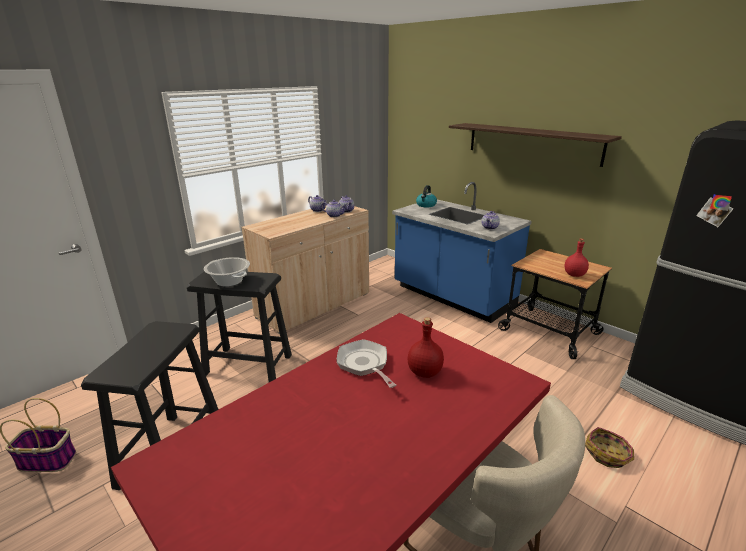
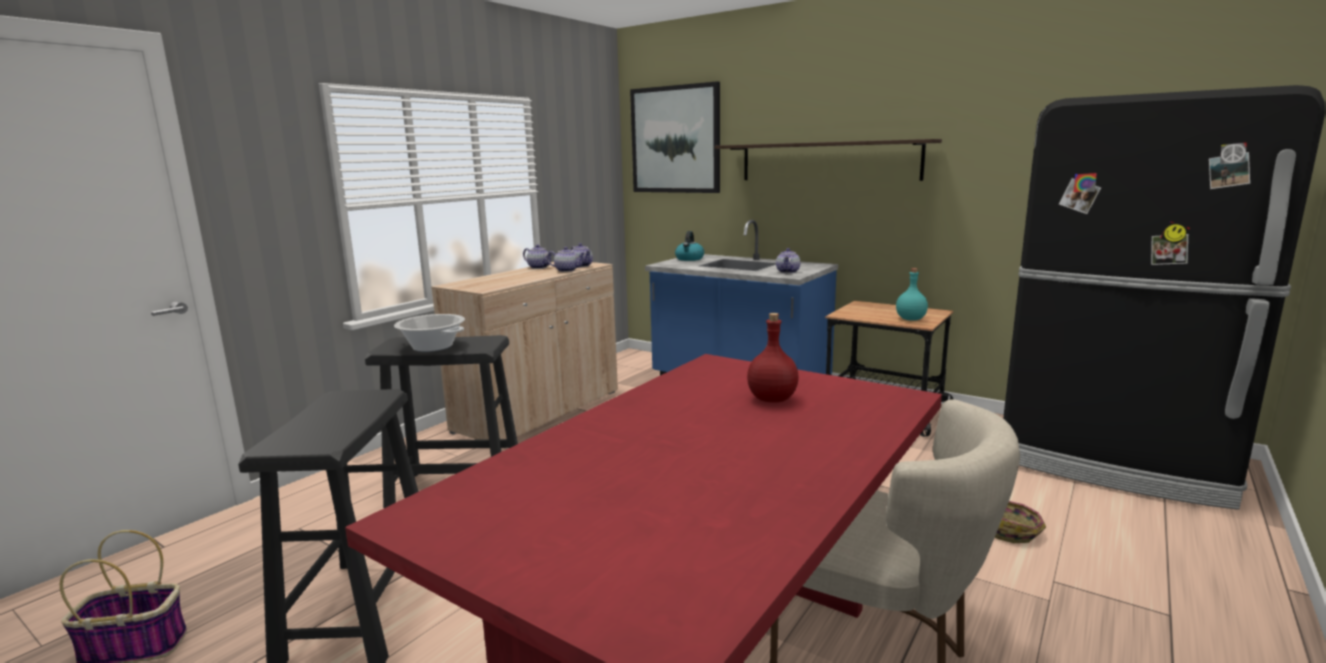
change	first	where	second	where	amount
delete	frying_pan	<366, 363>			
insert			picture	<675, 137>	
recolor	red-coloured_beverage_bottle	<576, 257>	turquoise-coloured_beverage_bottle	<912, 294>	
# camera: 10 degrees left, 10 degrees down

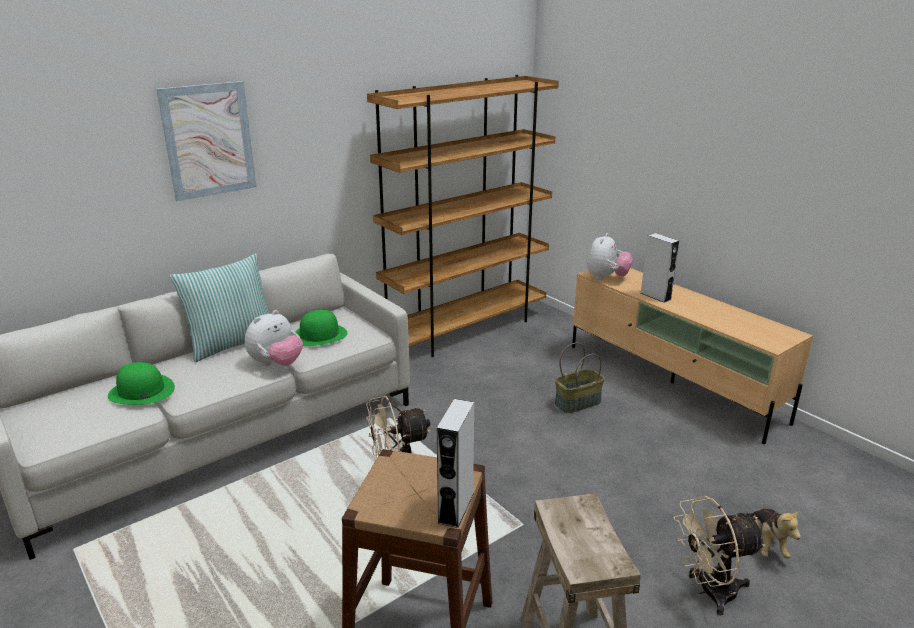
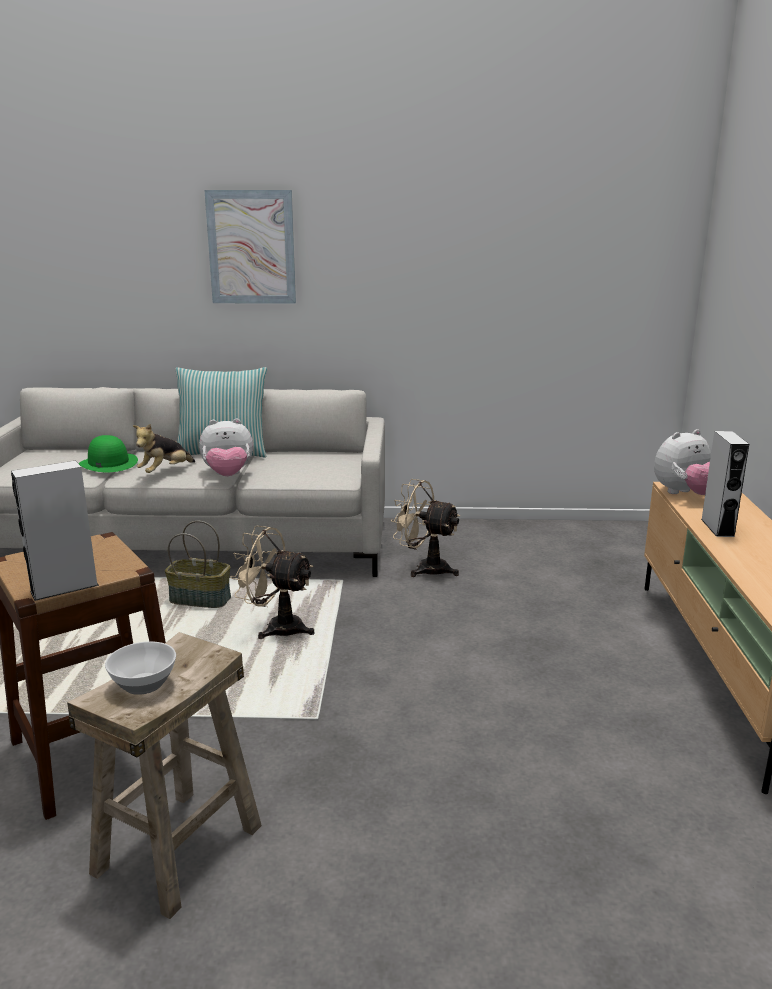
change	first	where	second	where	amount
delete	green-coloured_wearable_hat	<321, 328>			
delete	brown-coloured_bookshelf	<463, 216>			
insert			serving_bowl	<140, 668>	
move	basket	<580, 377>		<198, 564>	
move	sand-coloured_cooling_fan	<719, 556>		<425, 528>	
move	plush_toy	<773, 533>		<164, 448>	
# camera: 40 degrees right, 5 degrees down

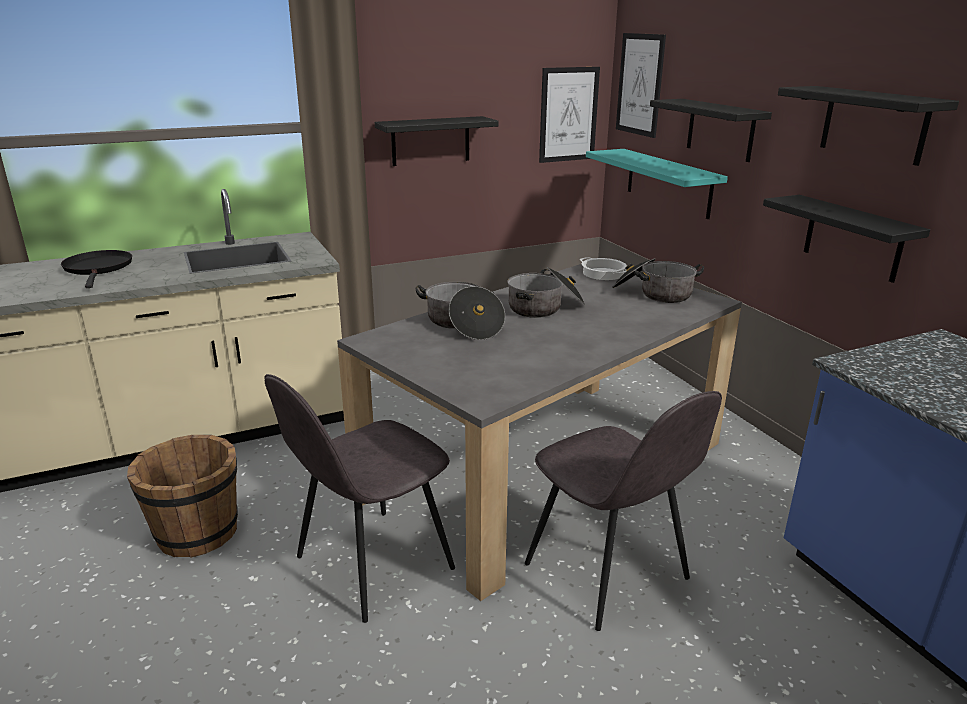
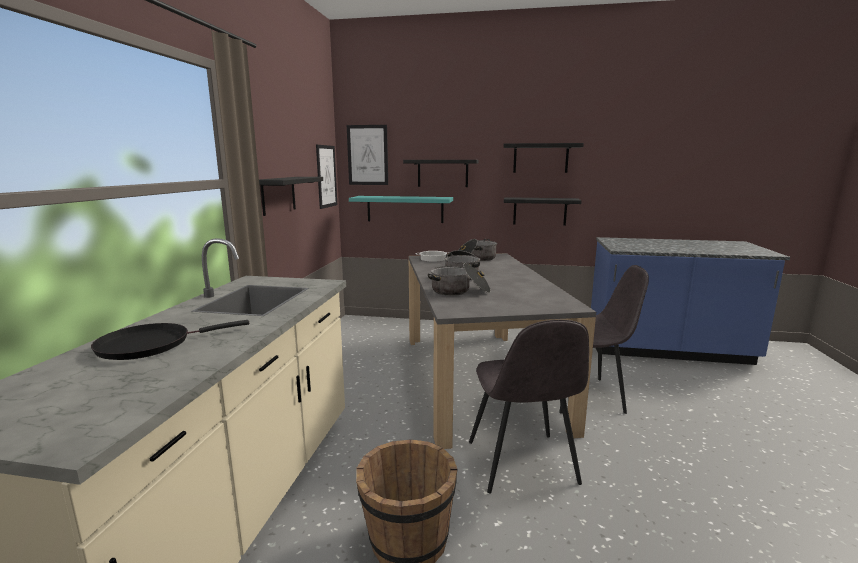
change	first	where	second	where	amount
rotate	blackish_frying_pan	<96, 269>		<170, 340>	45 degrees counterclockwise
# camera: 55 degrees left, 10 degrees down

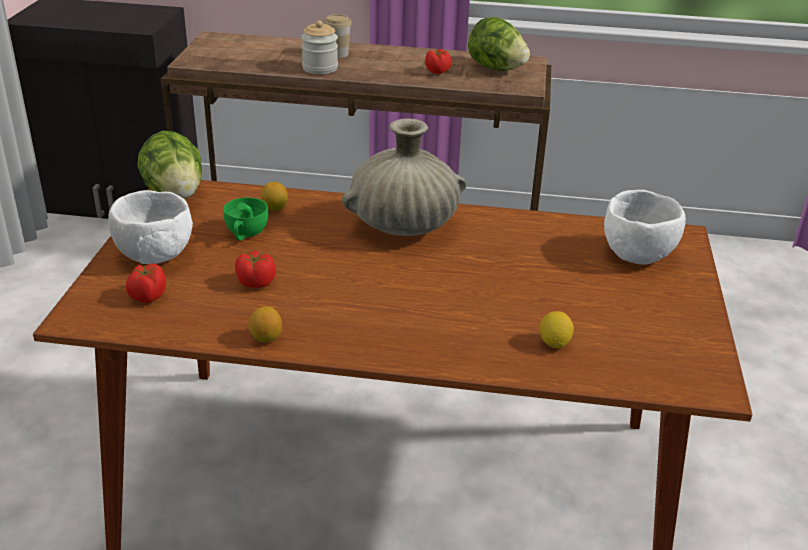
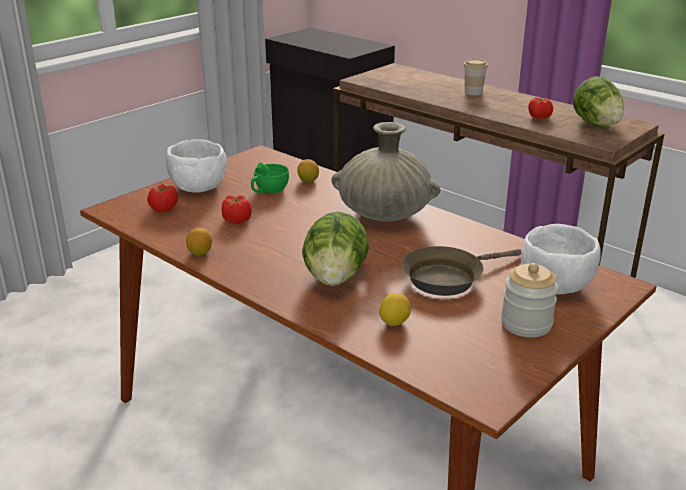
change	first	where	second	where	amount
insert			brown-coloured_frying_pan	<462, 271>	
move	lettuce	<169, 165>		<335, 249>	
move	preserve_jar	<319, 47>		<529, 300>	
# camera: 35 degrees right, 5 degrees down

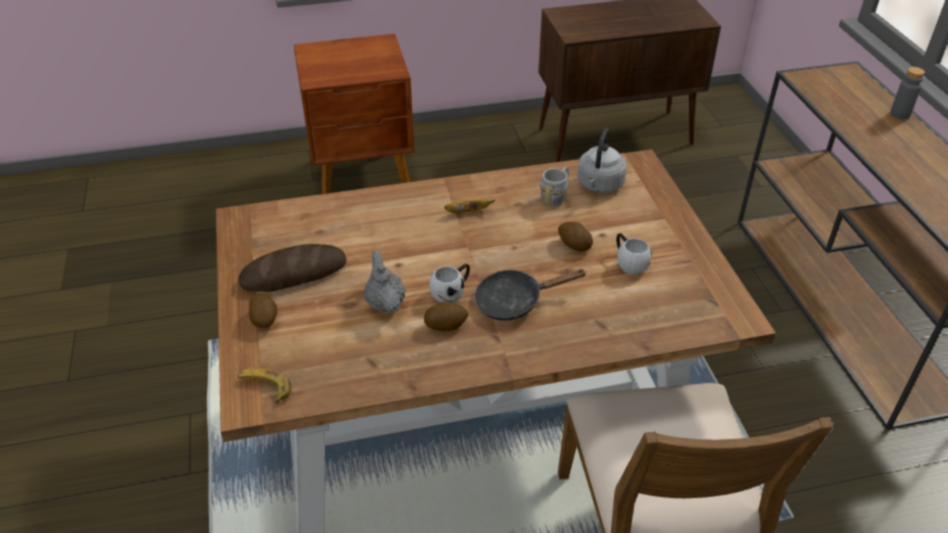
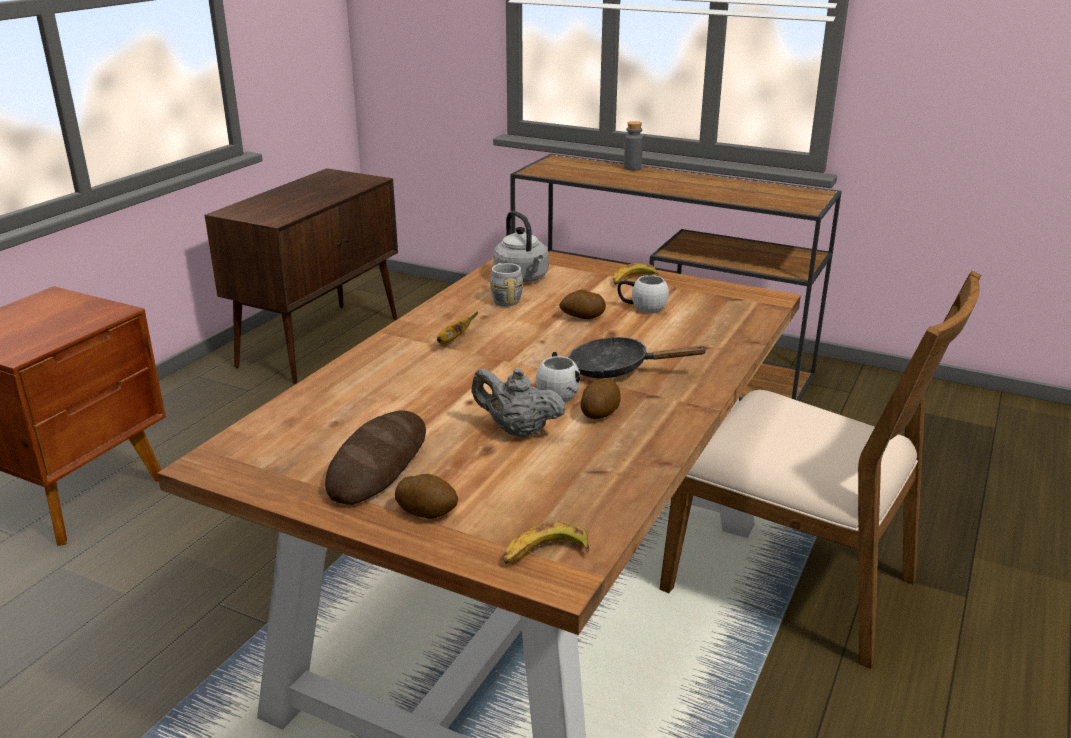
change	first	where	second	where	amount
insert			banana	<636, 274>	
rotate	blackish_frying_pan	<530, 295>		<638, 357>	75 degrees clockwise
# camera: 50 degrees left, 15 degrees down

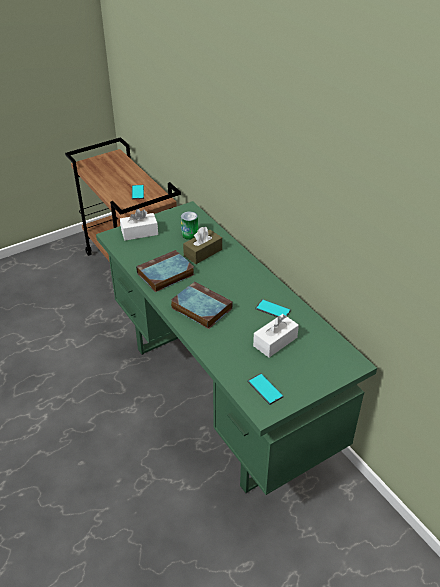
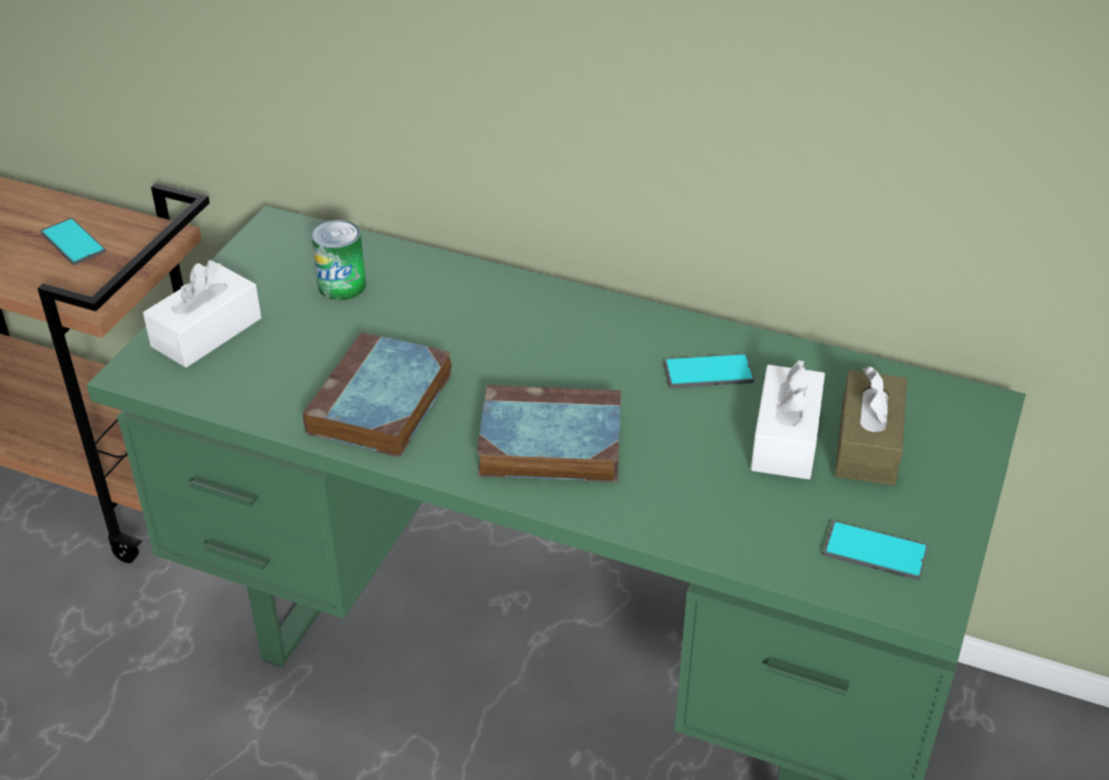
change	first	where	second	where	amount
move	brown-coloured_box_of_tissues	<202, 245>		<871, 426>	
# camera: 35 degrees left, 0 degrees up

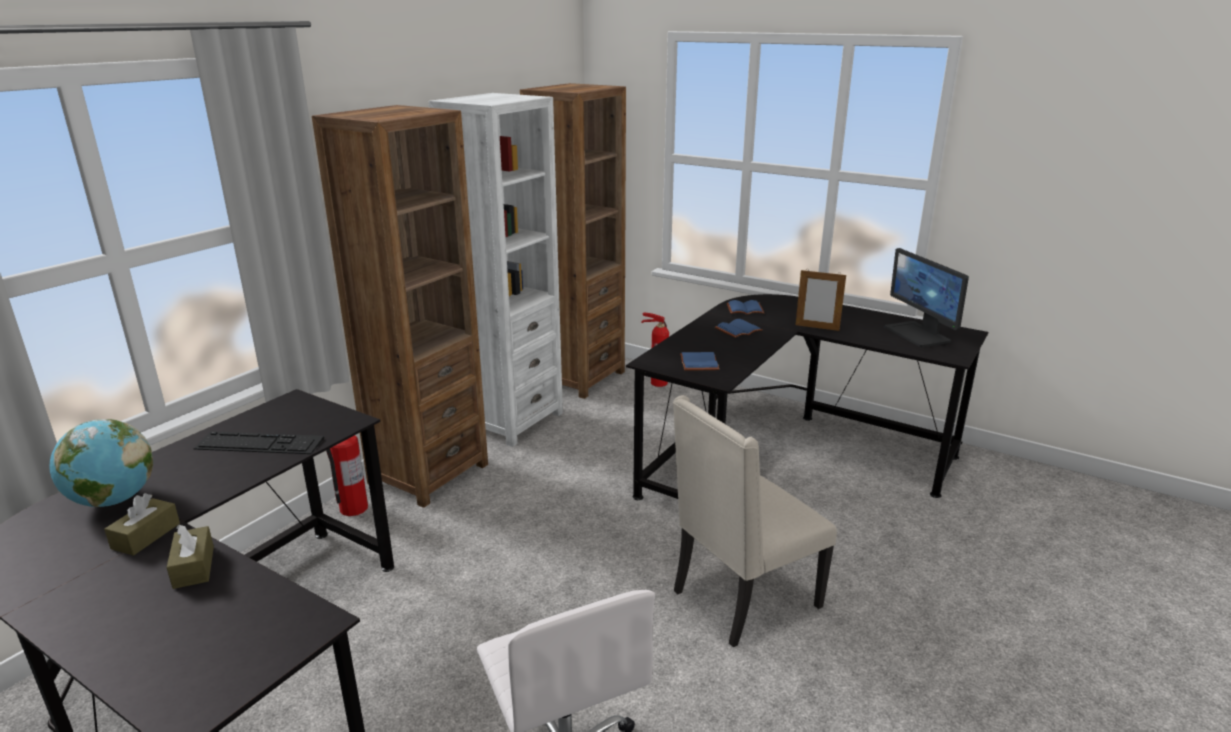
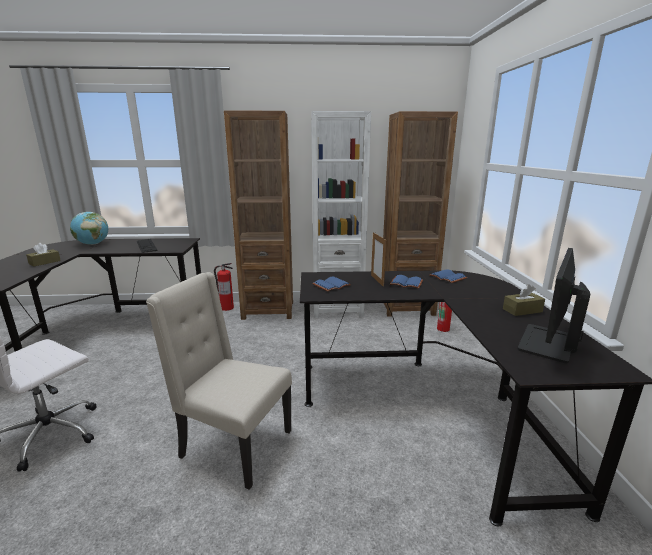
change	first	where	second	where	amount
move	brown-coloured_box_of_tissues	<142, 524>		<524, 300>	
move	photo_frame	<821, 300>		<378, 259>	
# camera: 55 degrees right, 5 degrees down

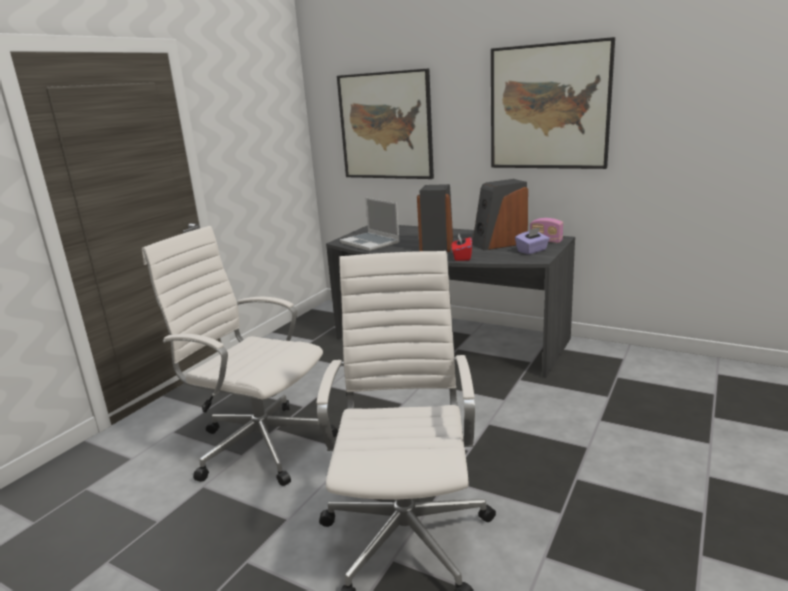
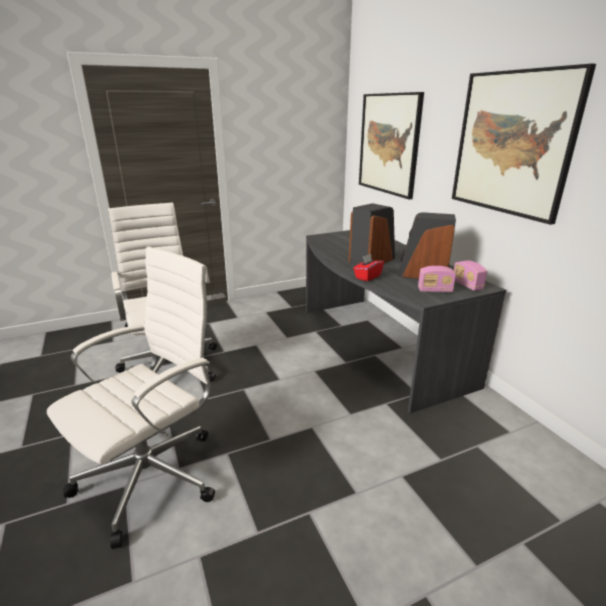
change	first	where	second	where	amount
delete	laptop	<370, 224>			
replace	purple_box_of_tissues	<532, 241>	radio_receiver	<437, 279>	
# camera: 35 degrees right, 5 degrees up

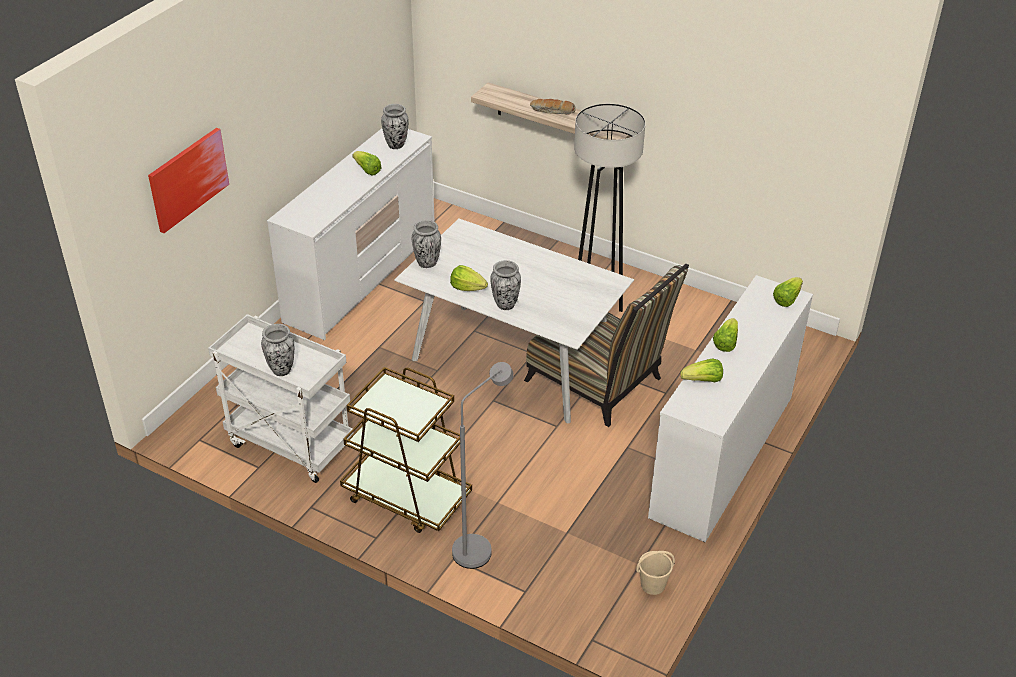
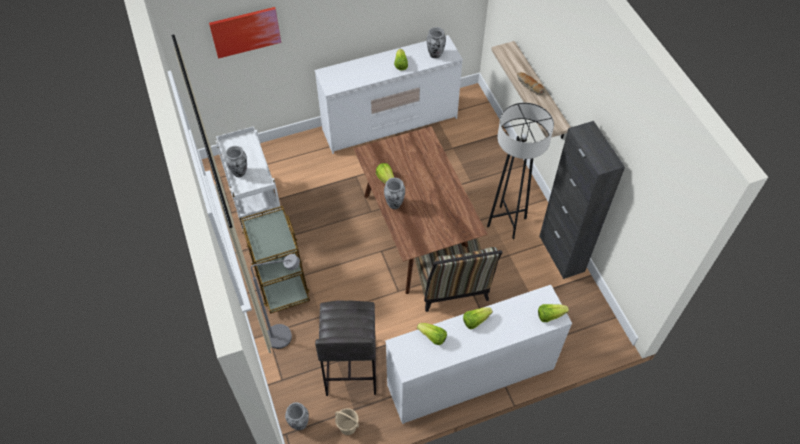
change	first	where	second	where	amount
insert			gray_sitting_stool	<345, 348>	
insert			blackish_cupboard	<582, 200>	
move	decorative_vase	<426, 244>		<297, 416>	
recolor	white-coloured_dinner_table	<514, 321>	brown-coloured_dinner_table	<421, 210>	
# camera: 40 degrees right, 15 degrees up

